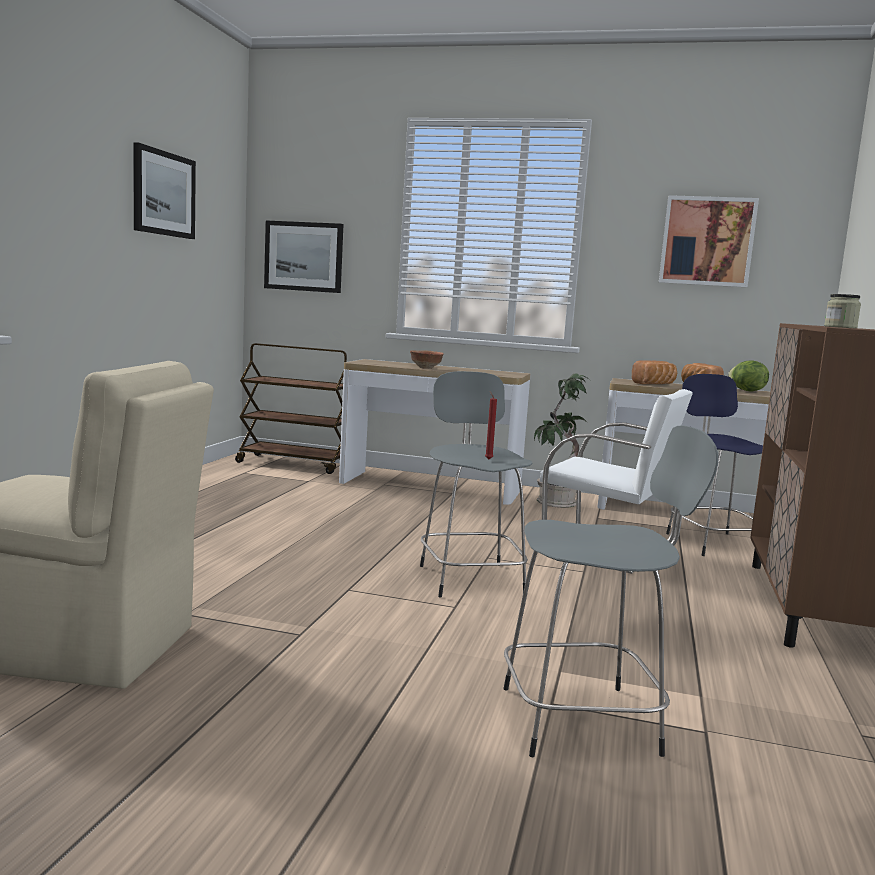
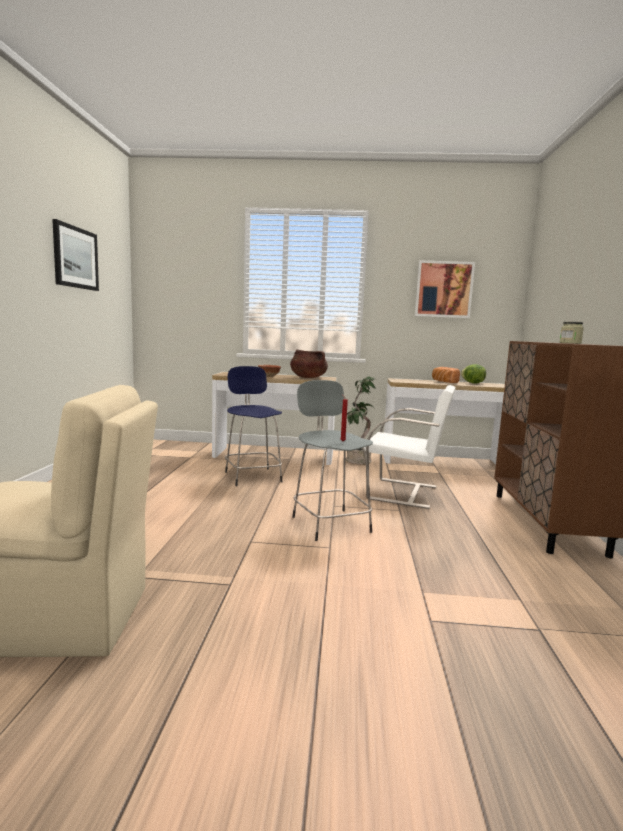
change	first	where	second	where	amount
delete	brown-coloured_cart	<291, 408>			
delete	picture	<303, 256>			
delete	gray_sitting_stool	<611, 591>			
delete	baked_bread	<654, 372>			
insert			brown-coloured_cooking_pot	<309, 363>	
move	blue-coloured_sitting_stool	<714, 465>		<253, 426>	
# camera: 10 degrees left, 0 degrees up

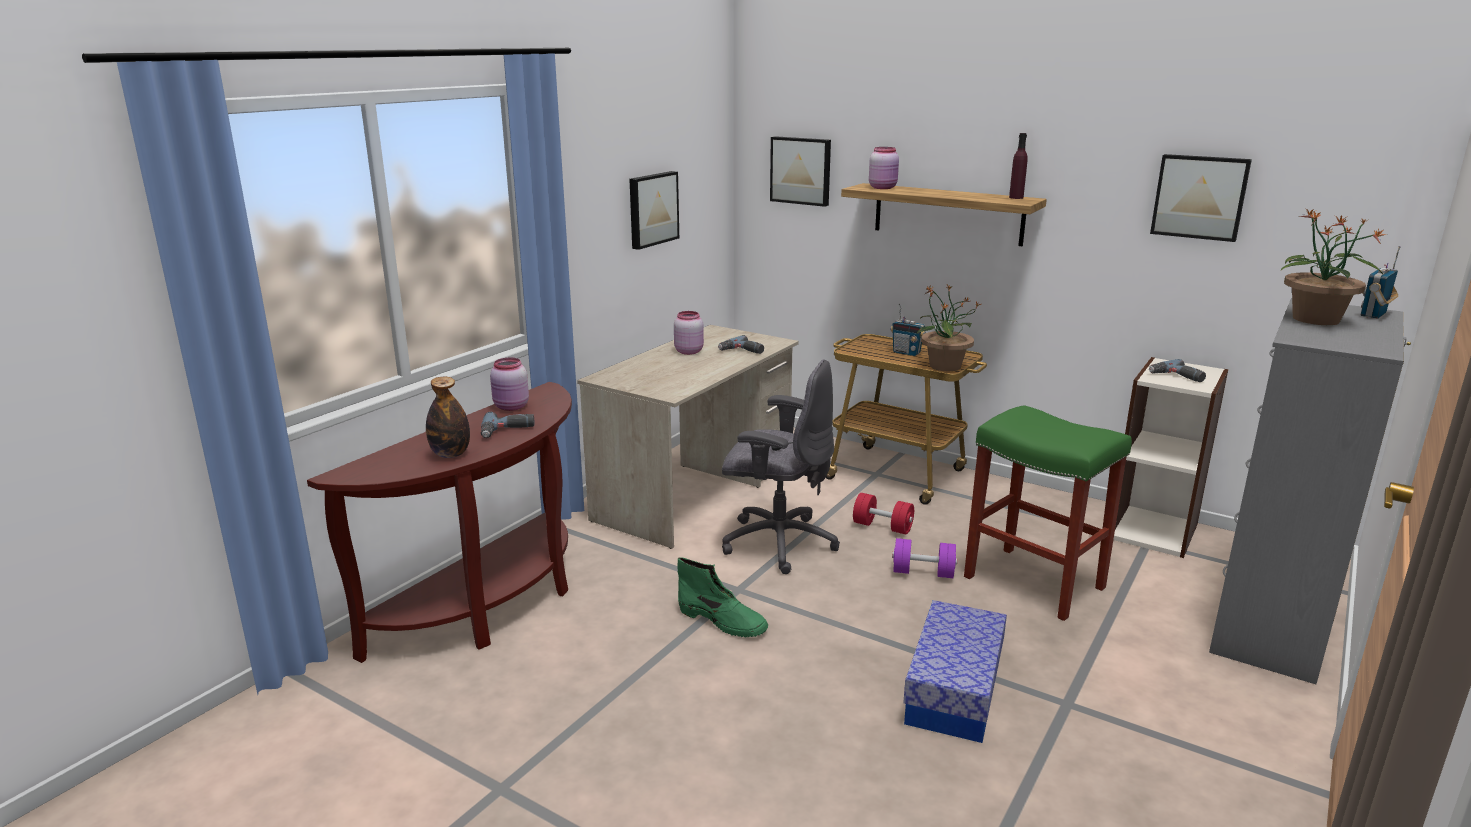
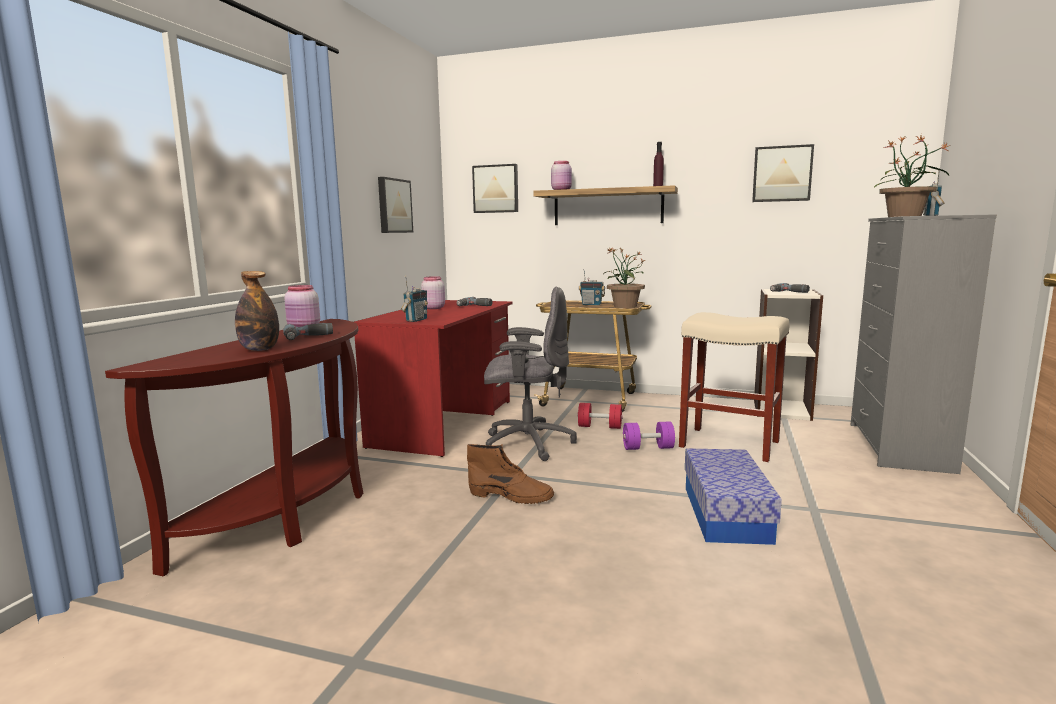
change	first	where	second	where	amount
insert			radio_receiver	<414, 299>	
recolor	sand-coloured_desk_unit	<688, 437>	red-coloured_desk_unit	<433, 378>	
recolor	green-coloured_boot	<723, 597>	brown-coloured_boot	<510, 474>	
recolor	green-coloured_sitting_stool	<1048, 513>	sand-coloured_sitting_stool	<734, 387>	
# camera: 15 degrees left, 10 degrees down

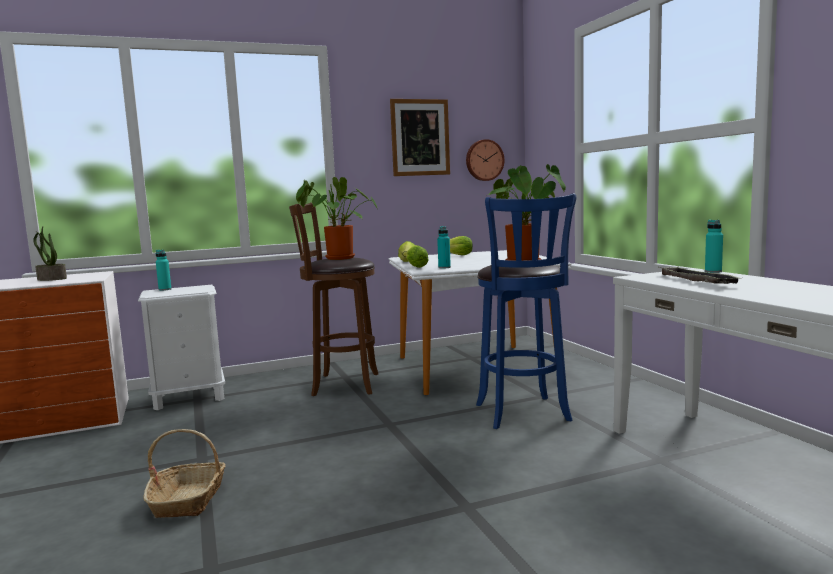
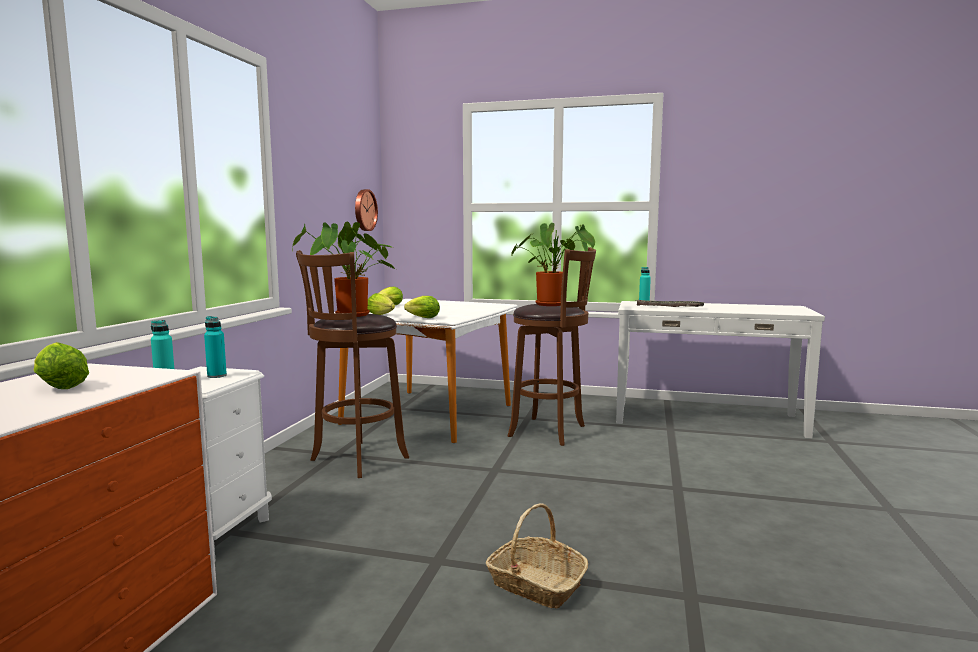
change	first	where	second	where	amount
delete	picture	<420, 137>			
move	turquoise-coloured_beverage_bottle	<444, 247>		<215, 347>	
replace	potted_plant	<50, 254>	lettuce	<61, 365>	
recolor	blue-coloured_sitting_stool	<526, 311>	brown-coloured_sitting_stool	<551, 346>	
# camera: 55 degrees left, 0 degrees up

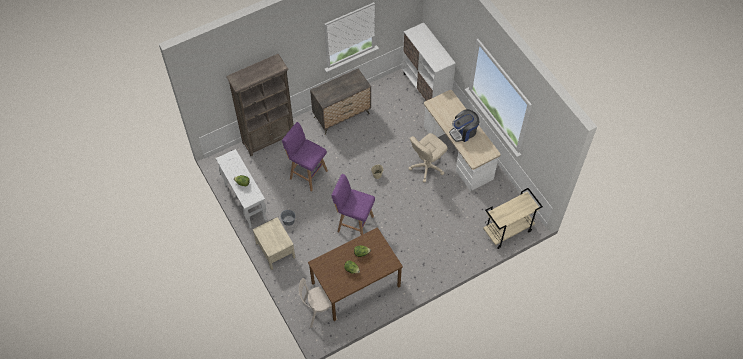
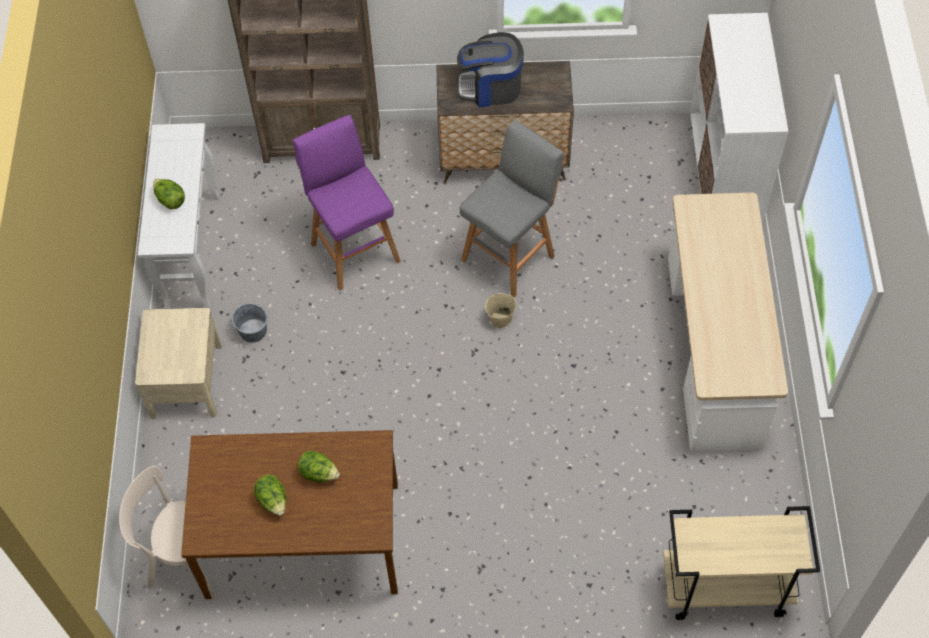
change	first	where	second	where	amount
delete	purple_sitting_stool	<353, 204>			
delete	sand-coloured_office_chair	<428, 157>			
insert			gray_sitting_stool	<511, 209>	
move	coffee_machine	<464, 125>		<490, 69>	
# camera: 30 degrees right, 0 degrees up

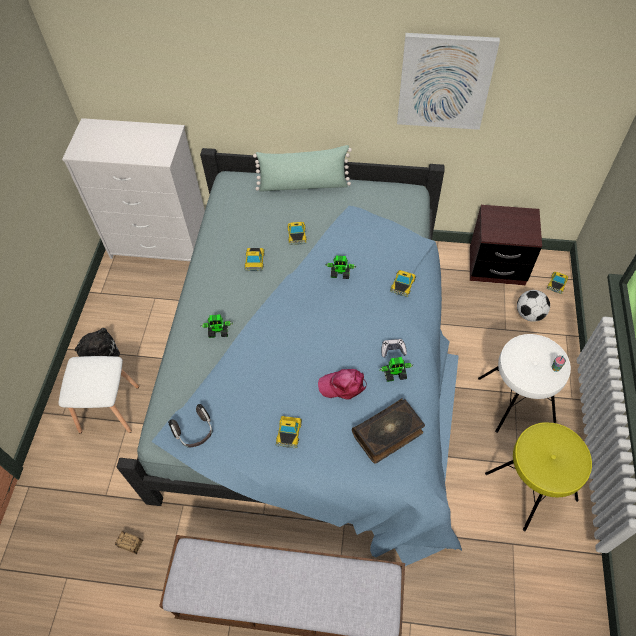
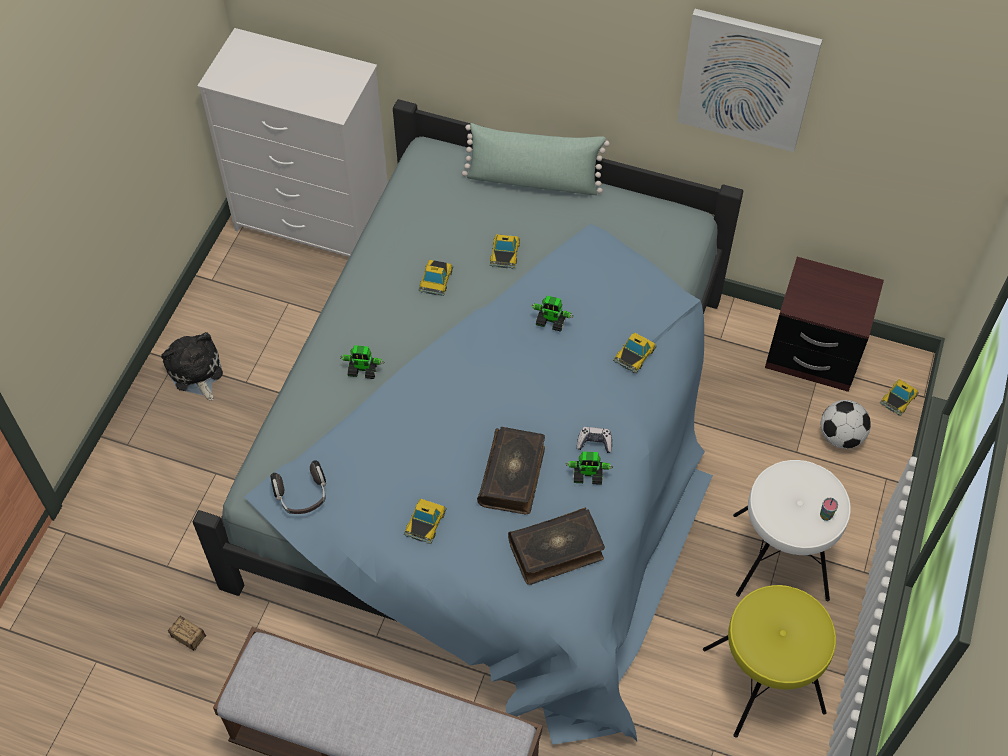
change	first	where	second	where	amount
delete	white-coloured_sitting_stool	<98, 394>			
replace	pinkish_cap	<342, 384>	volume	<511, 470>	
# camera: 10 degrees right, 0 degrees up

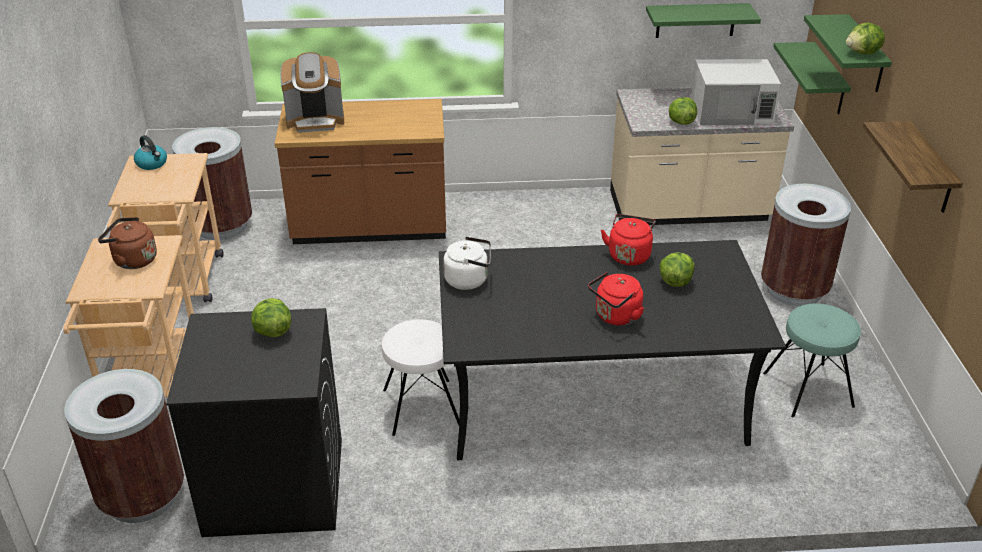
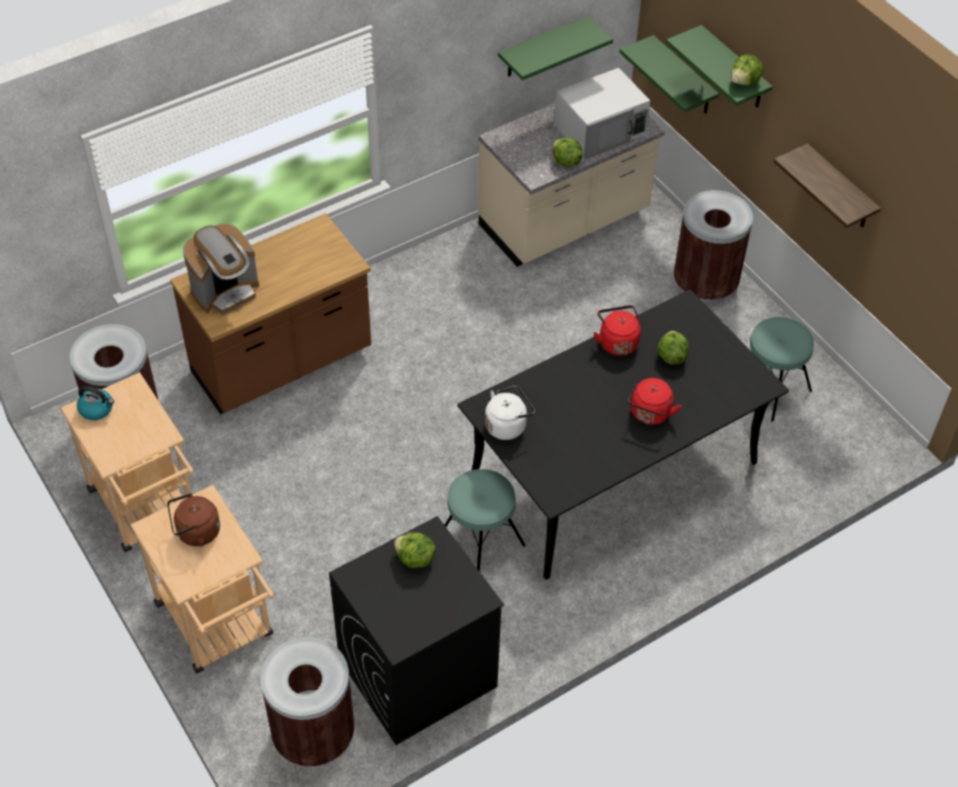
change	first	where	second	where	amount
recolor	white-coloured_sitting_stool	<420, 377>	turquoise-coloured_sitting_stool	<485, 520>	
# camera: 30 degrees left, 15 degrees up

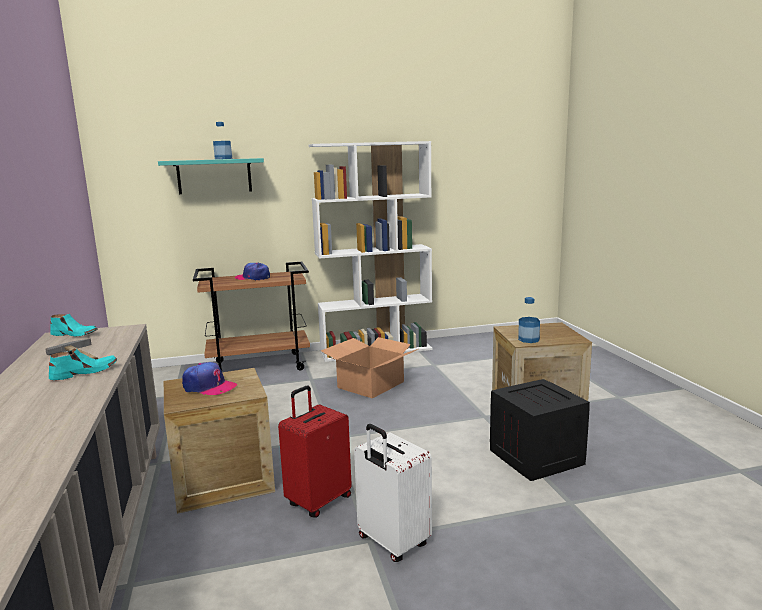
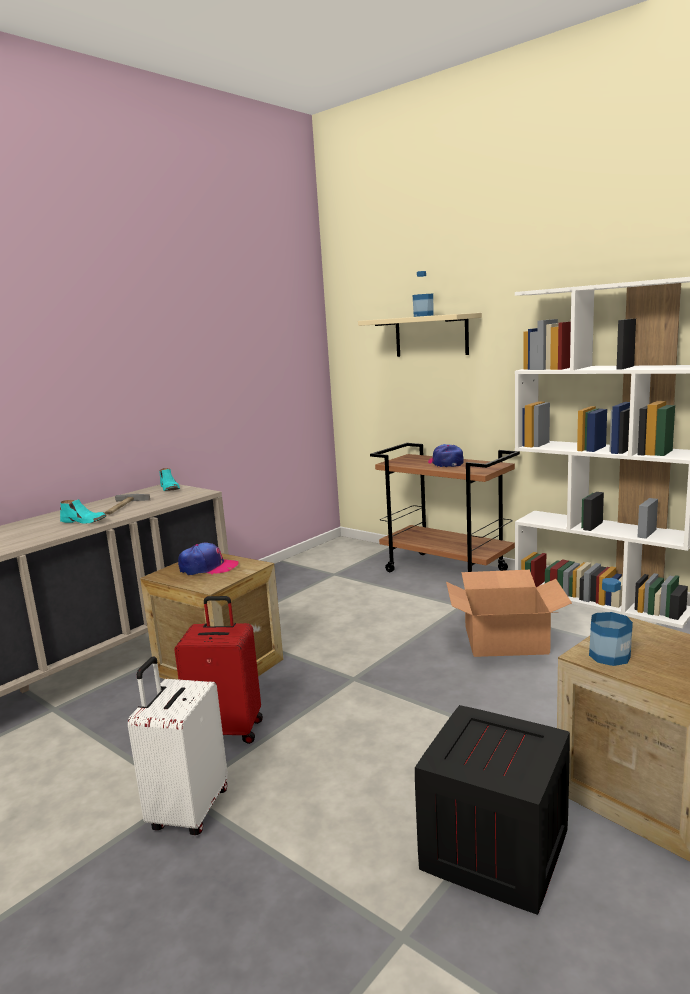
change	first	where	second	where	amount
recolor	turquoise-coloured_wall_shelf	<211, 176>	sand-coloured_wall_shelf	<420, 335>	
rotate	cap	<210, 378>		<208, 558>	75 degrees counterclockwise
# camera: 55 degrees right, 0 degrees up

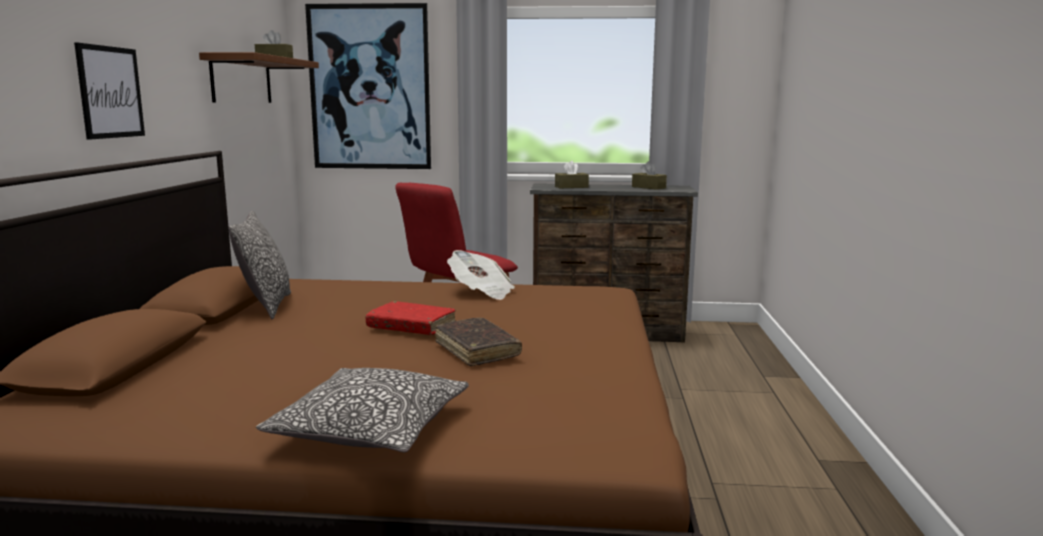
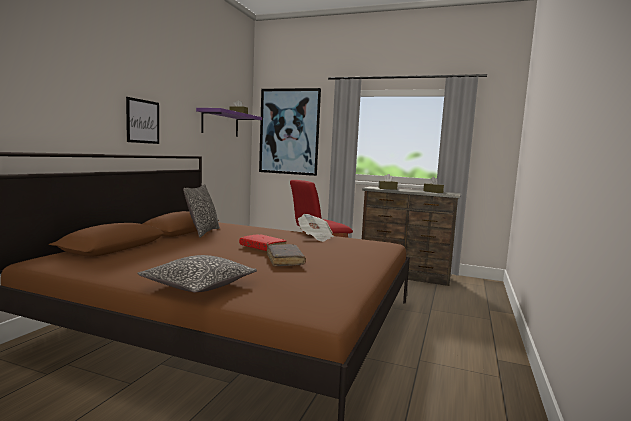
change	first	where	second	where	amount
recolor	brown-coloured_wall_shelf	<259, 77>	purple_wall_shelf	<229, 122>	
# camera: 15 degrees right, 5 degrees down

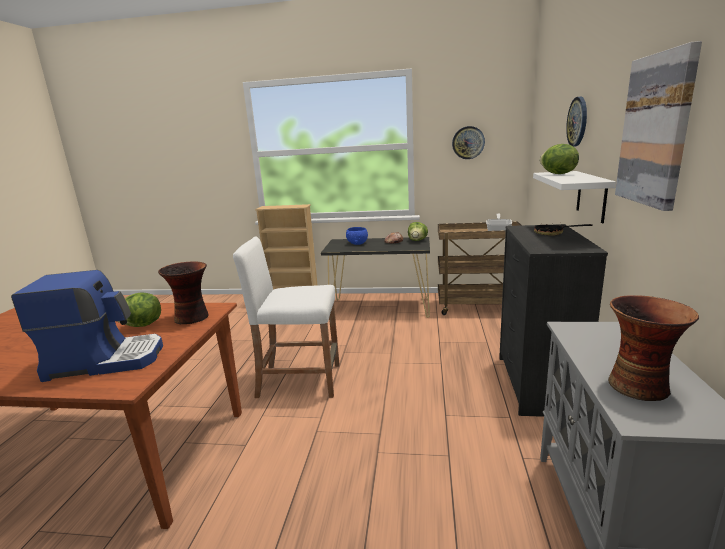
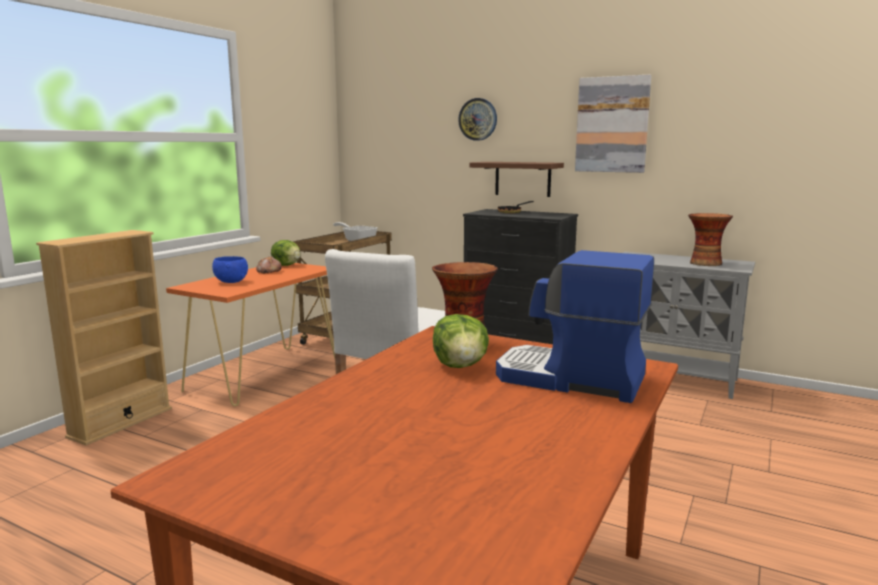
change	first	where	second	where	amount
delete	wall_clock	<468, 142>			
delete	lettuce	<559, 159>			
recolor	blackish_narrow_table	<375, 277>	orangey_narrow_table	<250, 334>	
recolor	white-coloured_wall_shelf	<574, 197>	brown-coloured_wall_shelf	<516, 179>	
rotate	coffee_machine	<87, 326>		<575, 326>	75 degrees counterclockwise
# camera: 70 degrees left, 5 degrees down

